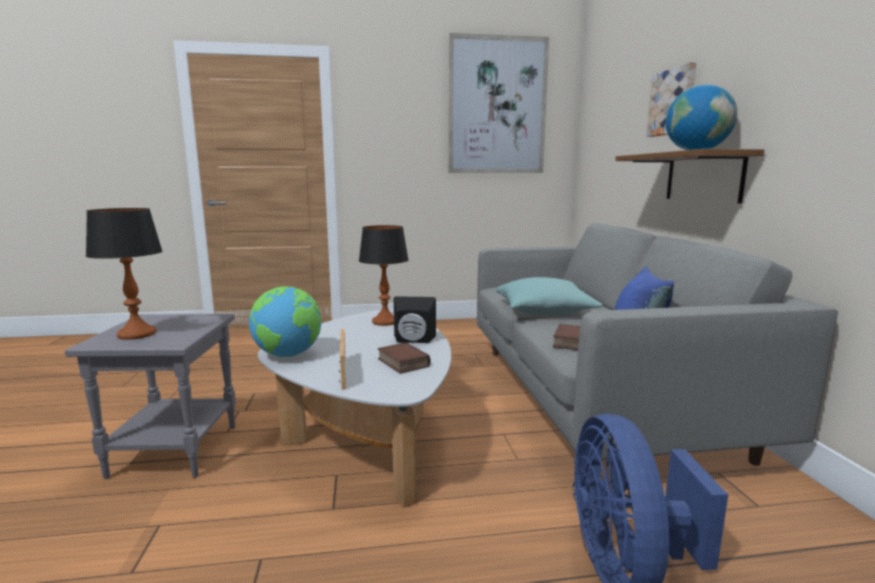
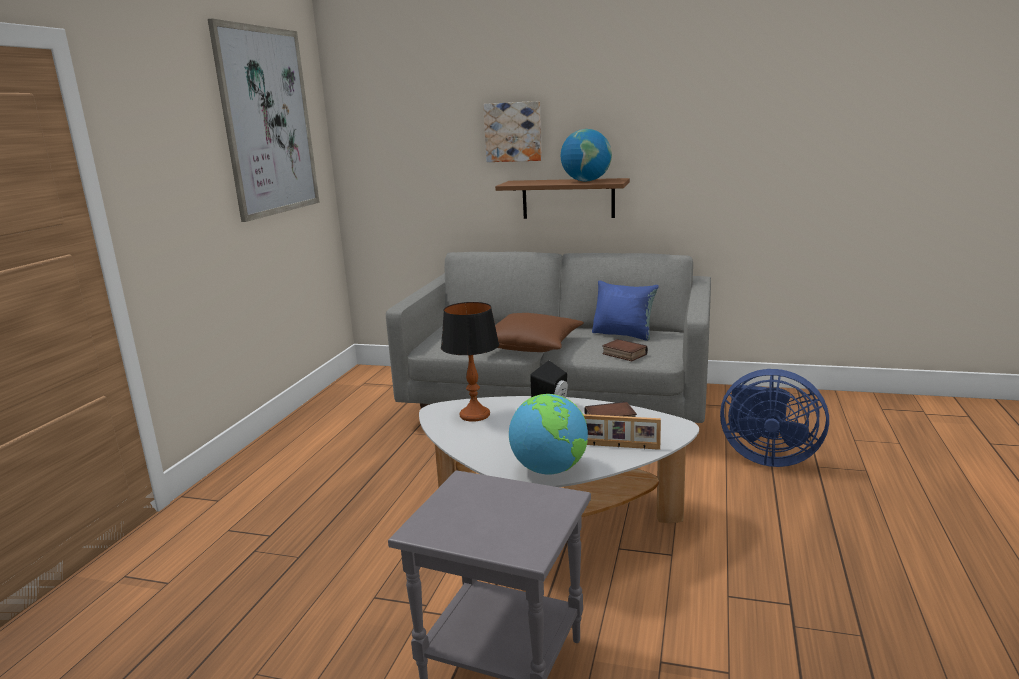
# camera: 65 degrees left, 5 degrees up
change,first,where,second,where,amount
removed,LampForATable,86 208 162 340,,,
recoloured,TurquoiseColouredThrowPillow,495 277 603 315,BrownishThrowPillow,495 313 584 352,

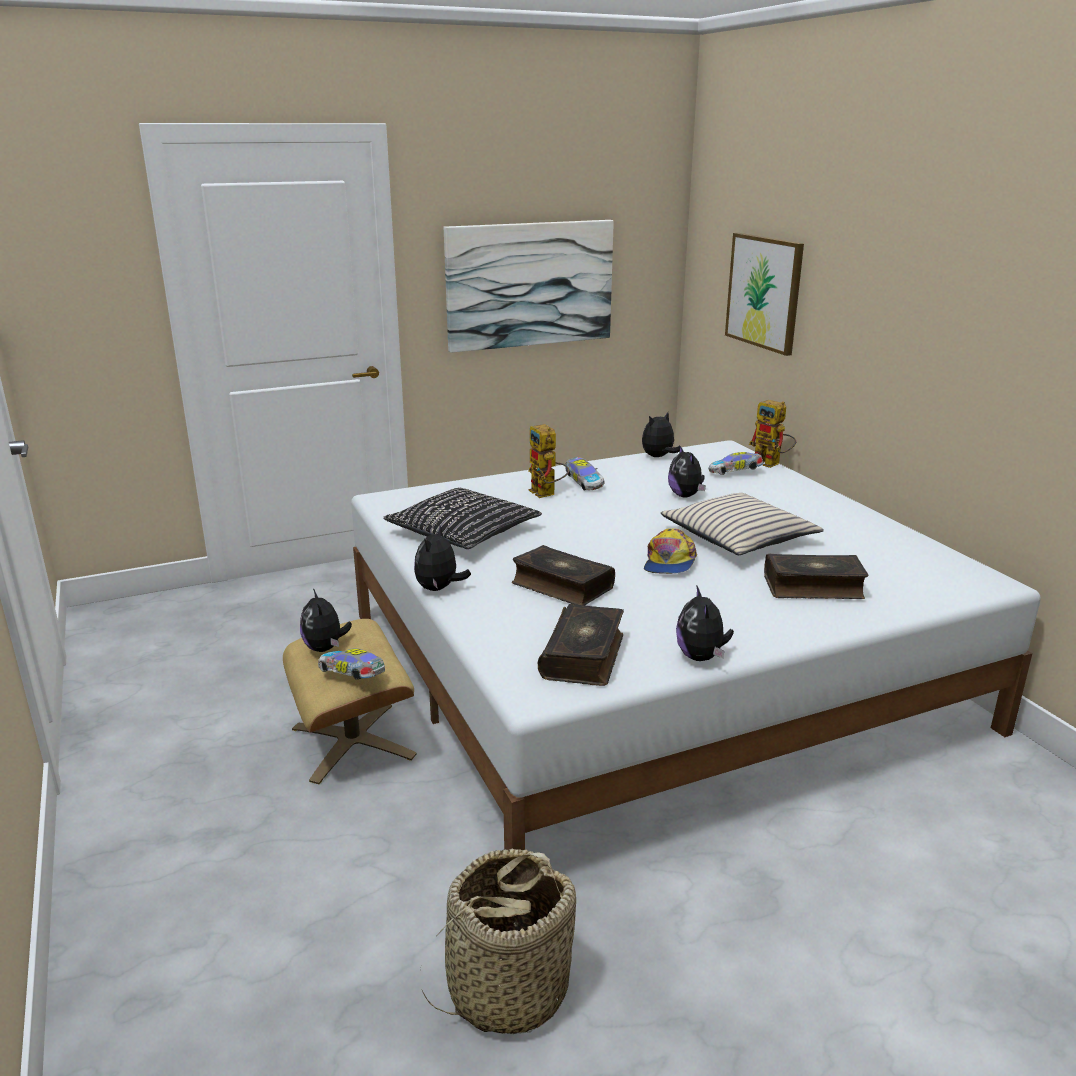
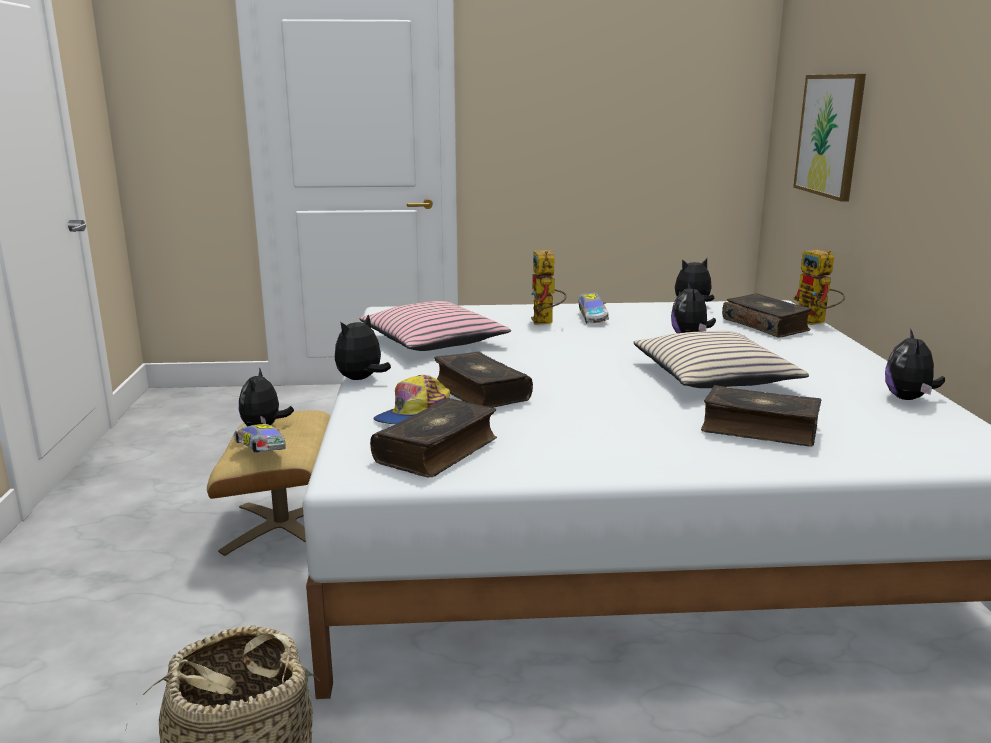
# camera: 20 degrees right, 5 degrees down
change,first,where,second,where,amount
removed,WallArt,444 220 614 353,,,
replaced,ToyCar,709 452 764 475,Volume,722 293 812 338,
recoloured,BlackThrowPillow,383 487 542 549,PinkColouredThrowPillow,359 301 511 351,
moved,Cap,644 529 697 574,,373 375 450 424,
moved,CuddlyToy,676 585 734 661,,885 328 945 400,

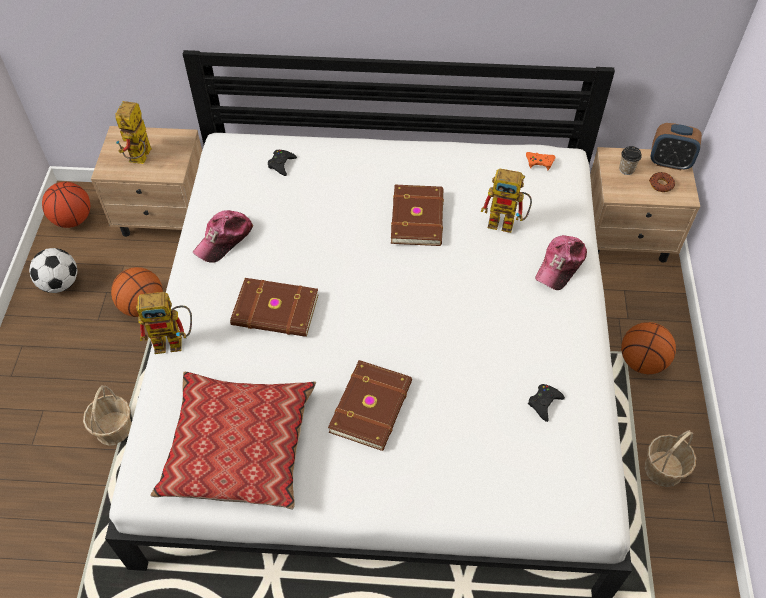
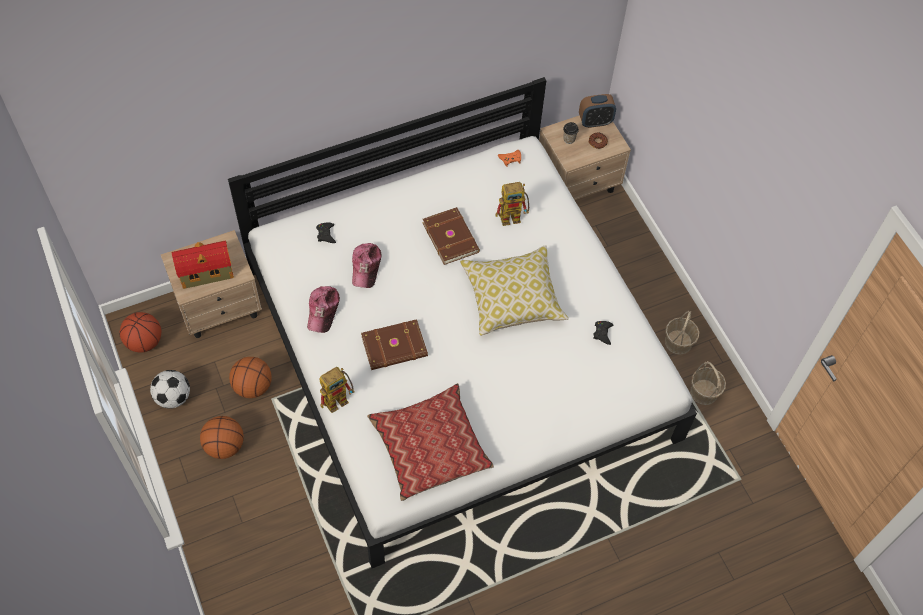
# camera: 30 degrees left, 5 degrees up
change,first,where,second,where,amount
replaced,RobotFigure,115 101 152 164,MiniatureHouse,172 241 234 289,
moved,Cap,535 235 587 290,,352 243 382 288,
moved,BallForBasketball,621 322 676 374,,200 416 244 459,
removed,BrownishVolume,328 360 412 451,,,
moved,Basket,83 385 132 446,,690 361 726 405,
added,,,ThrowPillow,460 245 569 336,

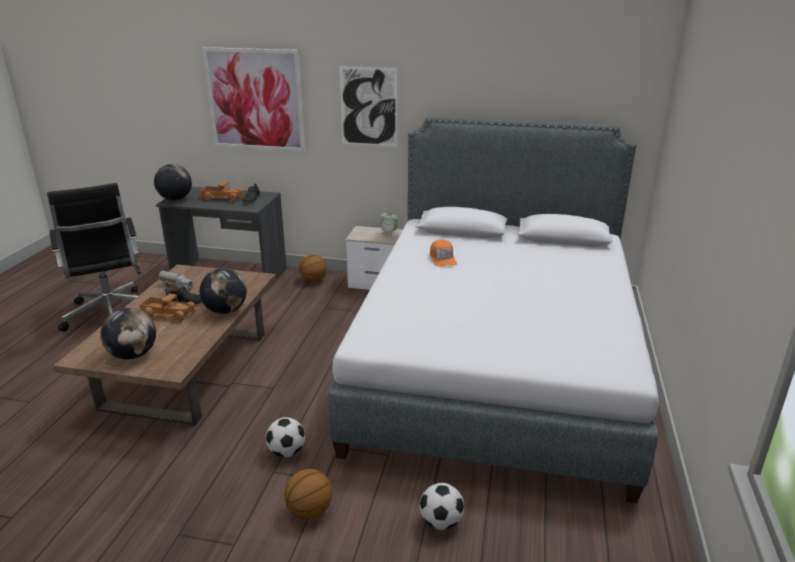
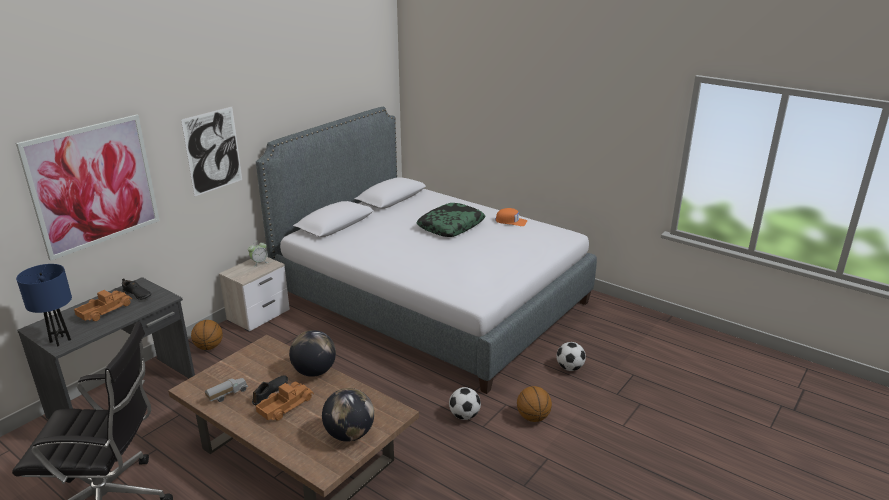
# camera: 65 degrees left, 0 degrees up
change,first,where,second,where,amount
replaced,DeskGlobe,154 164 192 201,BluishLampForATable,16 264 72 347,
moved,OrangeColouredCap,430 240 457 267,,495 208 527 226,
added,,,ThrowPillow,416 203 486 237,

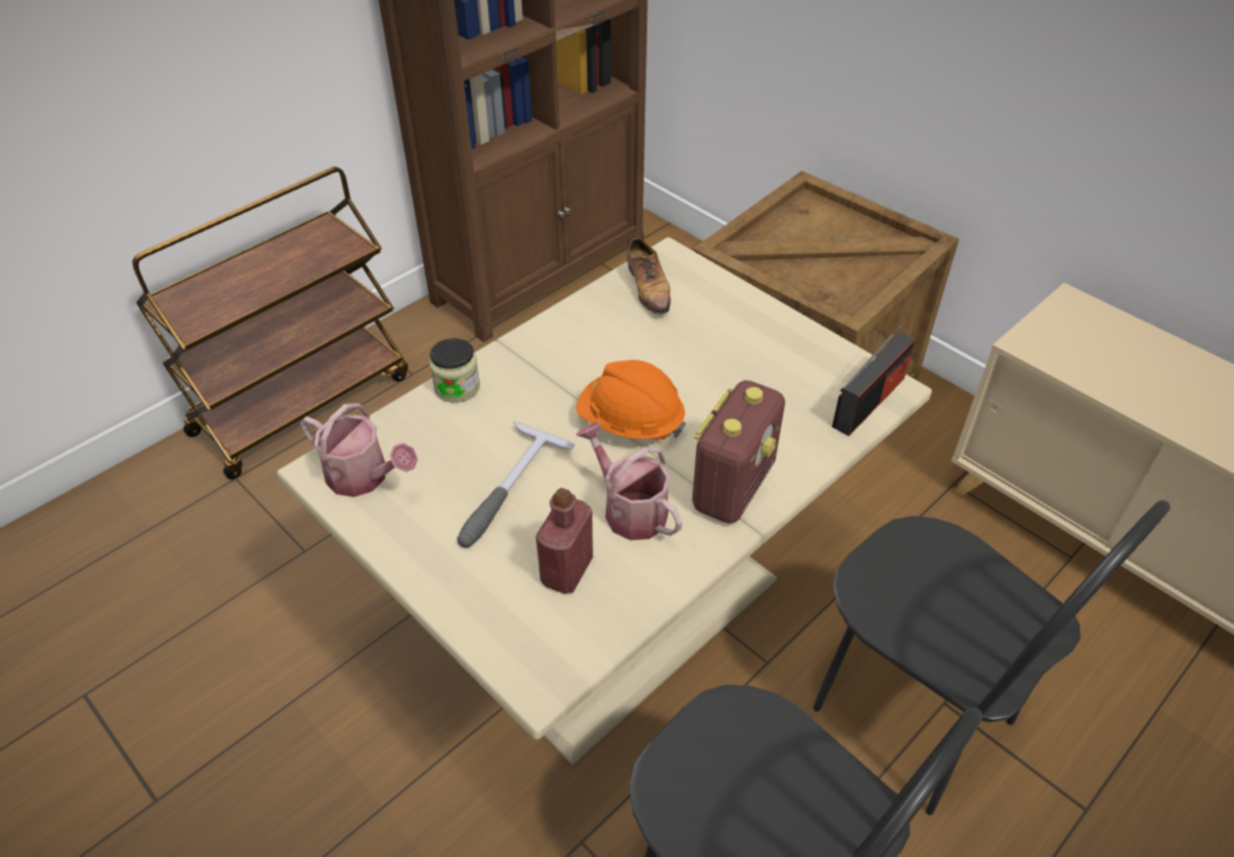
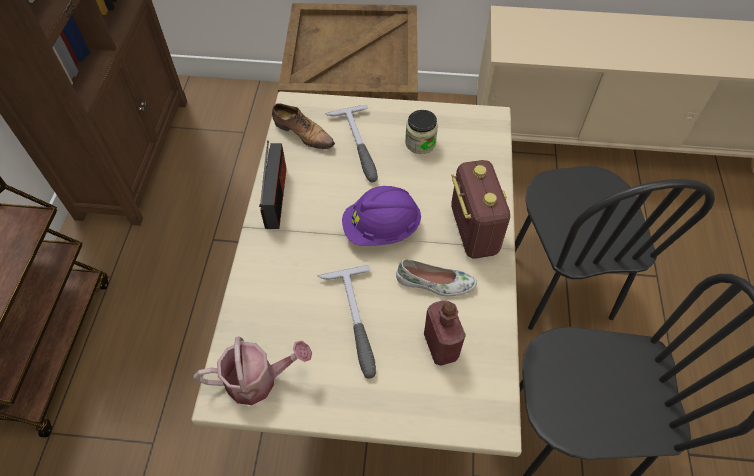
# camera: 40 degrees left, 10 degrees up
change,first,where,second,where,amount
moved,RadioSet,832 326 915 436,,259 140 287 229,
moved,StorageJar,429 338 480 402,,405 110 438 154,
recoloured,OrangeColouredWorkHelmet,576 360 686 440,PurpleWorkHelmet,342 186 421 246,
replaced,SprinklingCan,576 422 682 540,WhitishShoe,396 259 477 297,
turned,BlackPlainChair,813 500 1170 815,,515 166 715 330,75 degrees clockwise
added,,,ToolHammer,325 105 378 183,

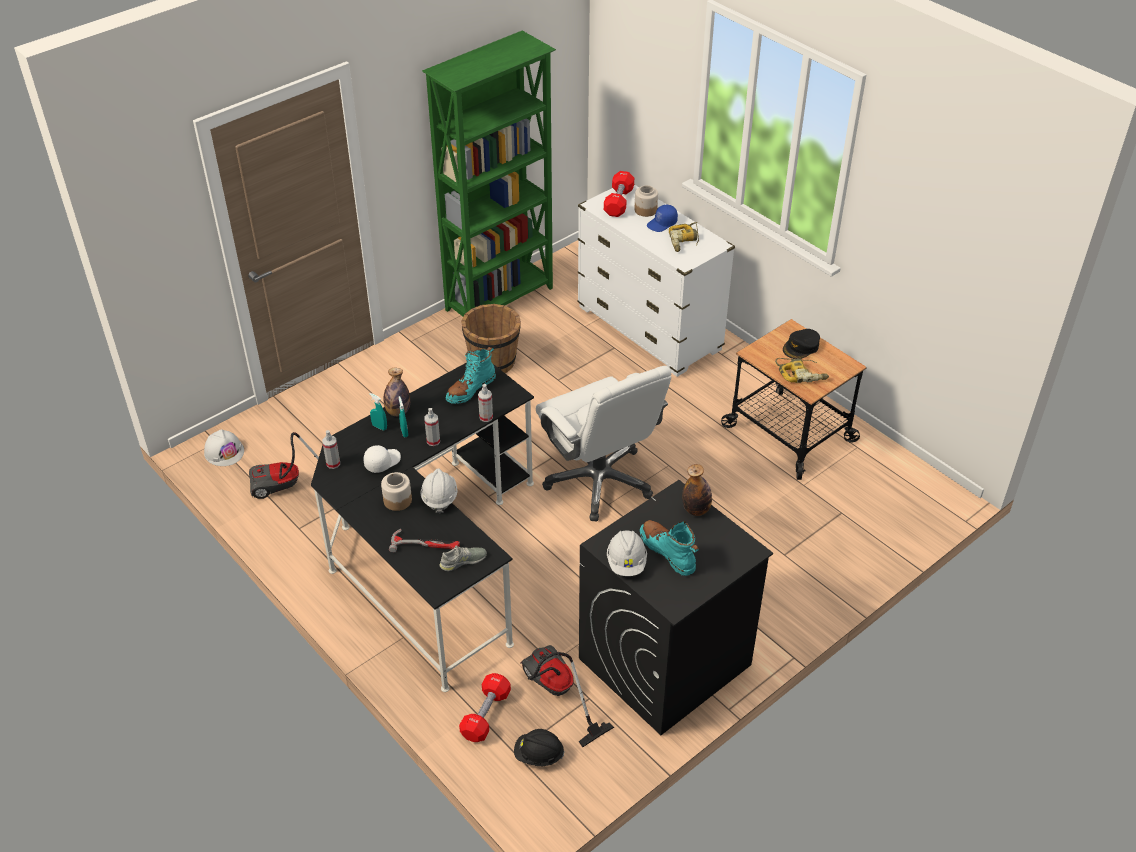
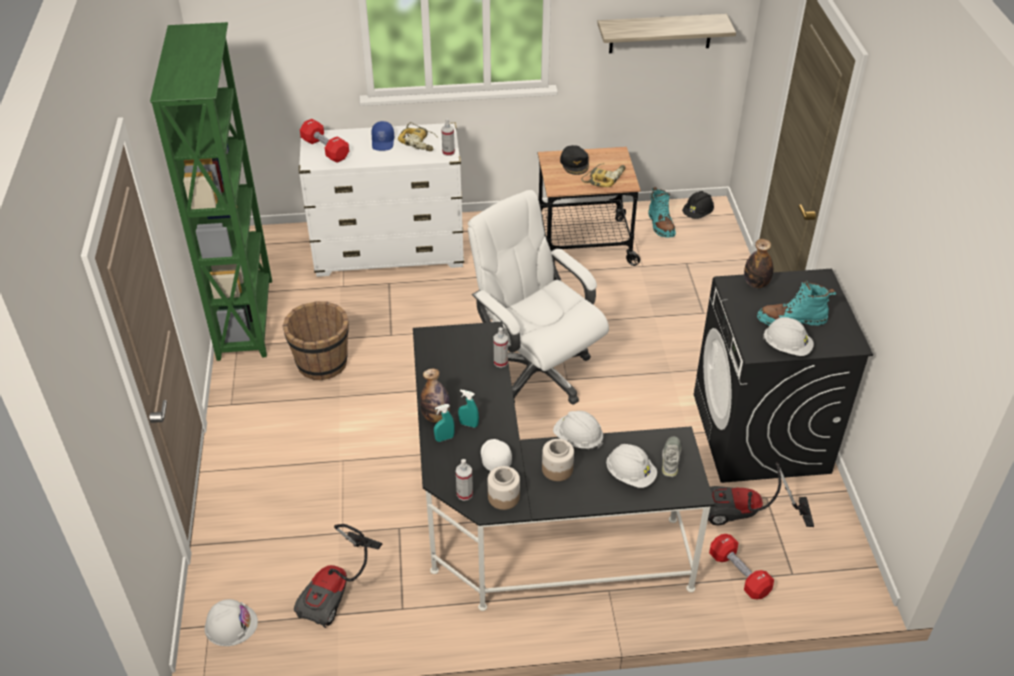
# camera: 55 degrees left, 0 degrees up
change,first,where,second,where,amount
moved,StorageJar,635 185 658 217,,488 466 520 510,
moved,TurquoiseColouredTallBoot,446 347 496 404,,648 187 676 238,
turned,WhitishDeskChair,536 366 671 521,,468 190 609 404,135 degrees counterclockwise
moved,Sprayer,424 408 440 446,,441 118 455 156,
replaced,ToolHammer,389 529 460 553,WhitishWorkHelmet,606 444 657 488,
moved,BlackWorkHelmet,514 729 565 766,,682 191 714 219,
added,,,WallShelf,597 14 736 53,

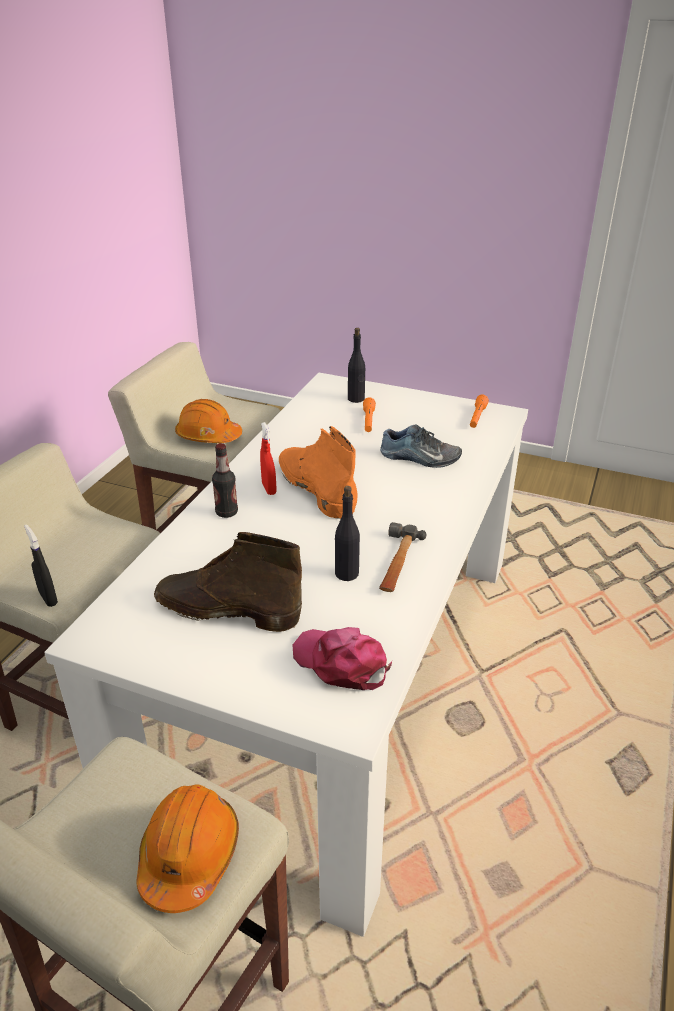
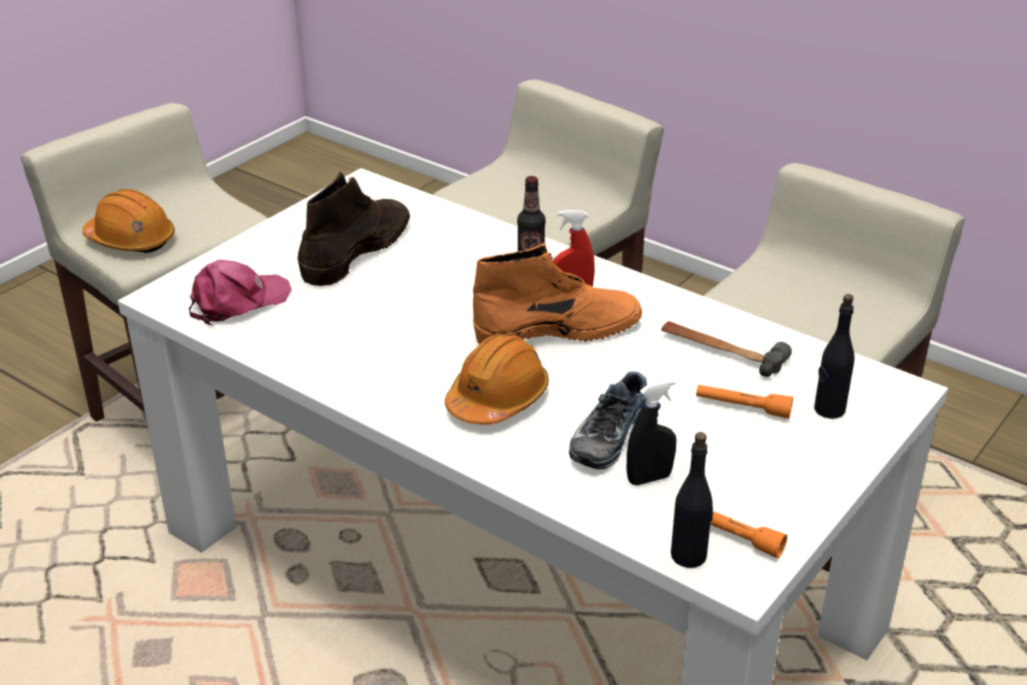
# camera: 105 degrees right, 0 degrees up
change,first,where,second,where,amount
moved,OrangeColouredWorkHelmet,175 399 242 443,,445 334 549 425,
moved,BlackBeverageBottle,335 486 360 581,,671 432 713 568,
moved,ToolHammer,379 522 426 592,,661 321 792 377,
moved,BlackSprayer,24 524 58 607,,627 379 676 485,

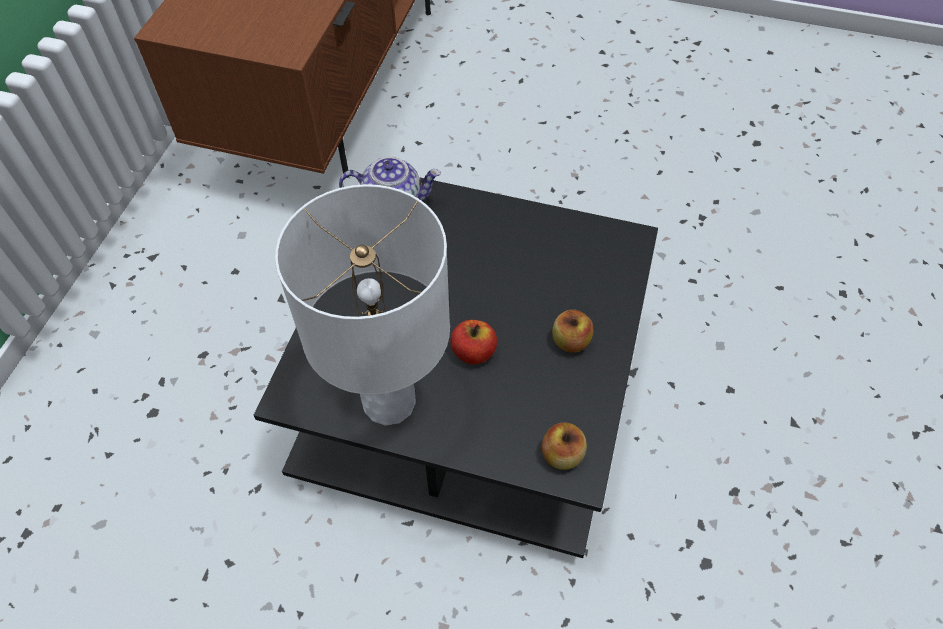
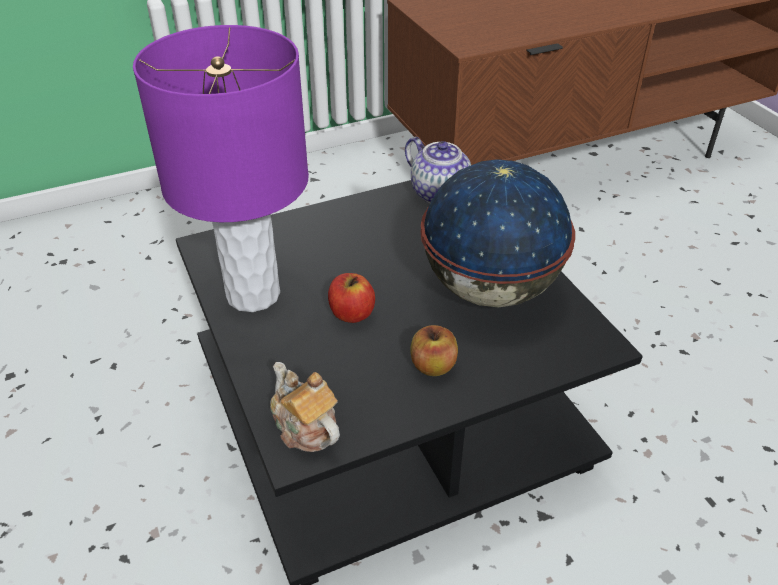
# camera: 50 degrees right, 15 degrees down
change,first,where,second,where,amount
recoloured,WhitishLampForATable,275 184 450 426,PurpleLampForATable,133 25 309 312,
replaced,WholeApple,542 423 587 470,Teapot,270 362 340 452,
added,,,DeskGlobe,420 159 575 307,

